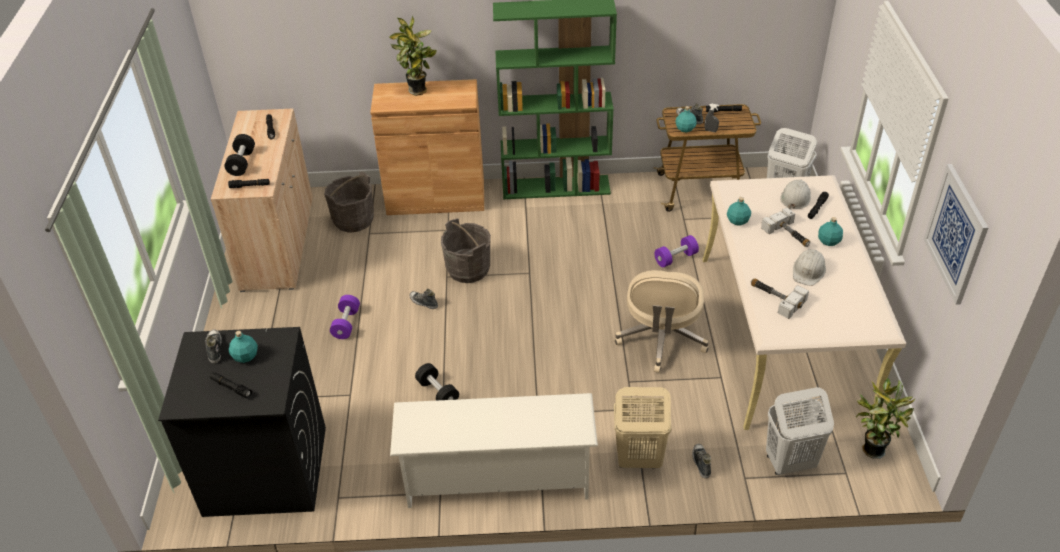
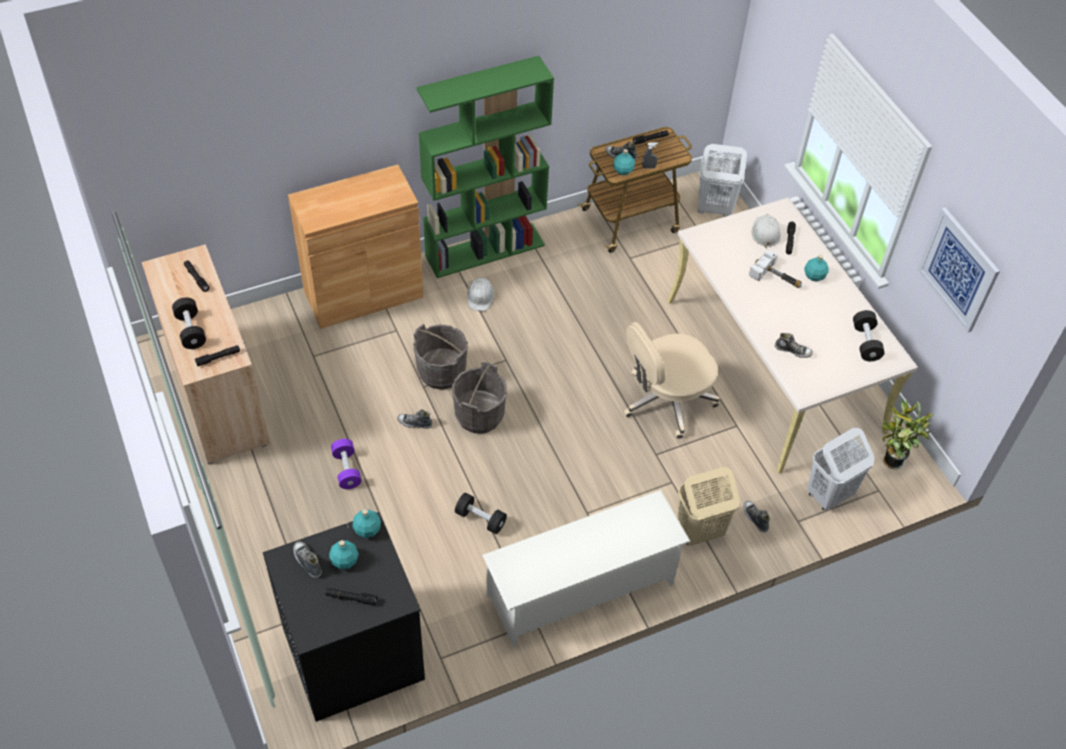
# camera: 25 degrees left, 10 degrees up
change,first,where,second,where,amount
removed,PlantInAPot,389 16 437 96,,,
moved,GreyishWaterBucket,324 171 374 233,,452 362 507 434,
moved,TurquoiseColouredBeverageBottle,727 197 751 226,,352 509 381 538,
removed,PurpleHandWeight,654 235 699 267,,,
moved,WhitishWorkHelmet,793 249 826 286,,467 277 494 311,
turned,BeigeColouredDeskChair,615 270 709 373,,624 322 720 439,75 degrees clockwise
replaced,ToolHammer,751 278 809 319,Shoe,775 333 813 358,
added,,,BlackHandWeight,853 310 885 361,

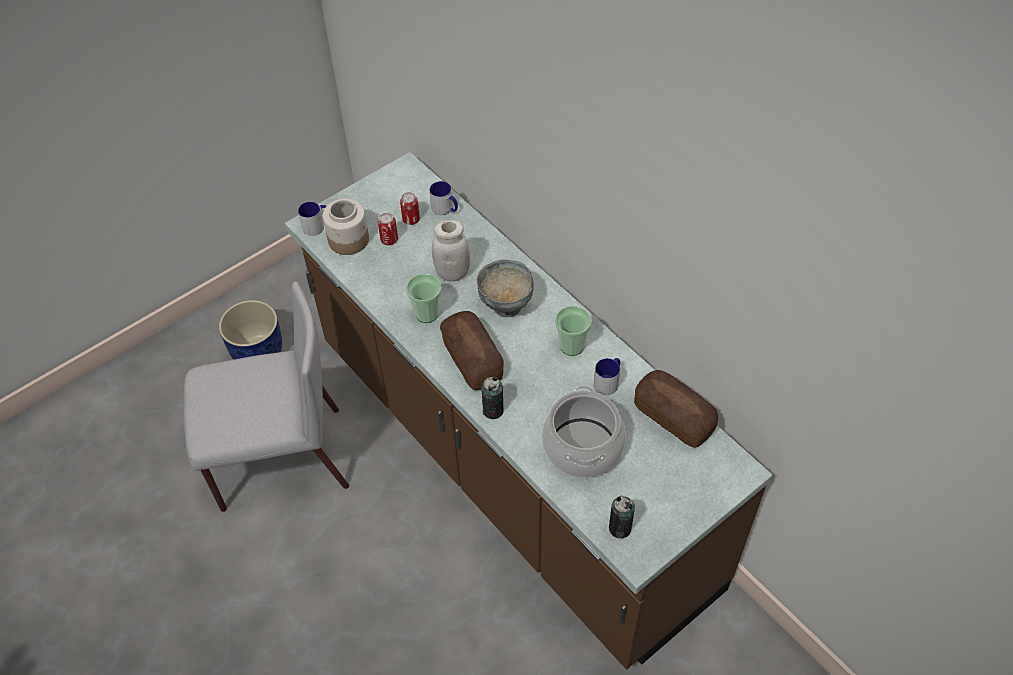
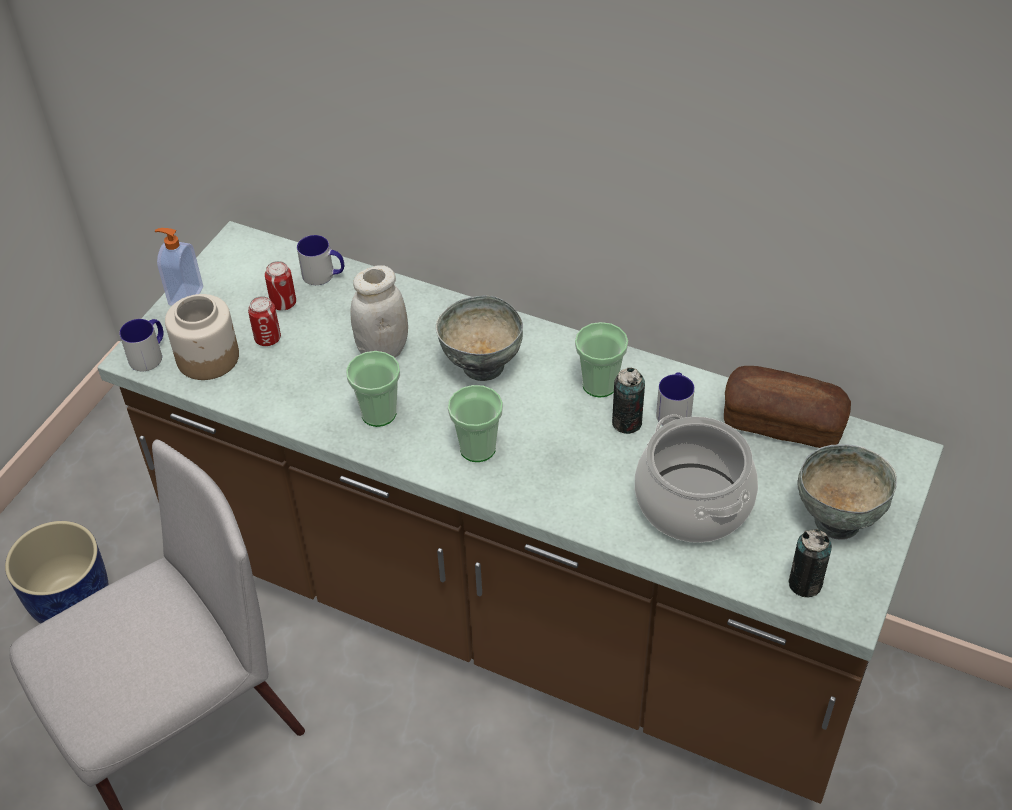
# camera: 25 degrees left, 5 degrees down
change,first,where,second,where,amount
replaced,Bread,440 311 504 390,DrinkingCup,448 385 503 462,
moved,Can,481 377 504 419,,612 367 645 434,
added,,,SoapBottle,155 228 203 306,
added,,,GreyishBowl,797 444 897 540,

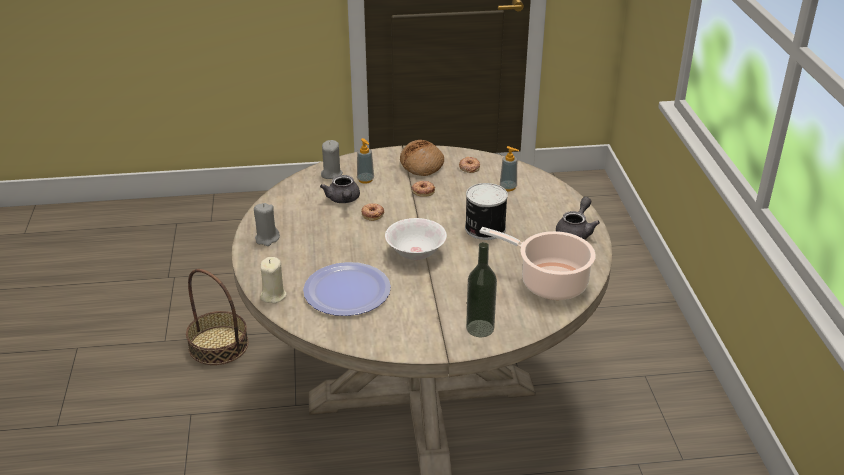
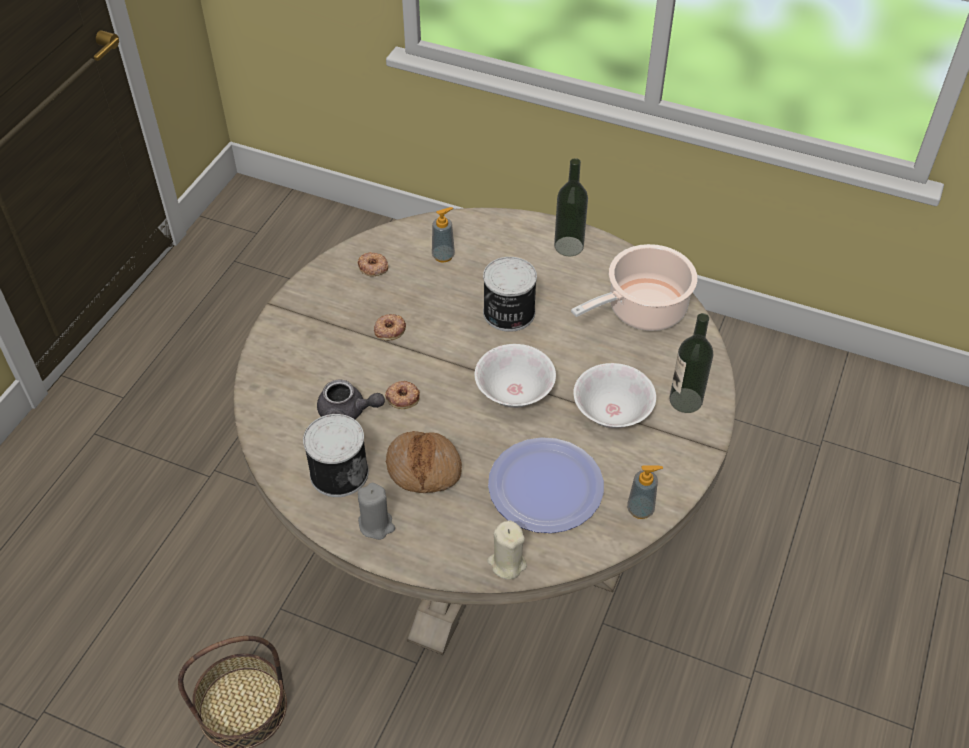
# camera: 60 degrees left, 15 degrees up
change,first,where,second,where,amount
moved,SoapBottle,357 138 374 184,,627 465 663 519,
removed,GreyishCandle,321 140 343 179,,,
moved,Bread,400 140 444 176,,386 431 462 493,
replaced,GreyishTeapot,556 197 600 240,BeverageBottle,554 158 588 256,
added,,,WhitishBowl,573 363 656 428,
added,,,Can,303 414 369 497,

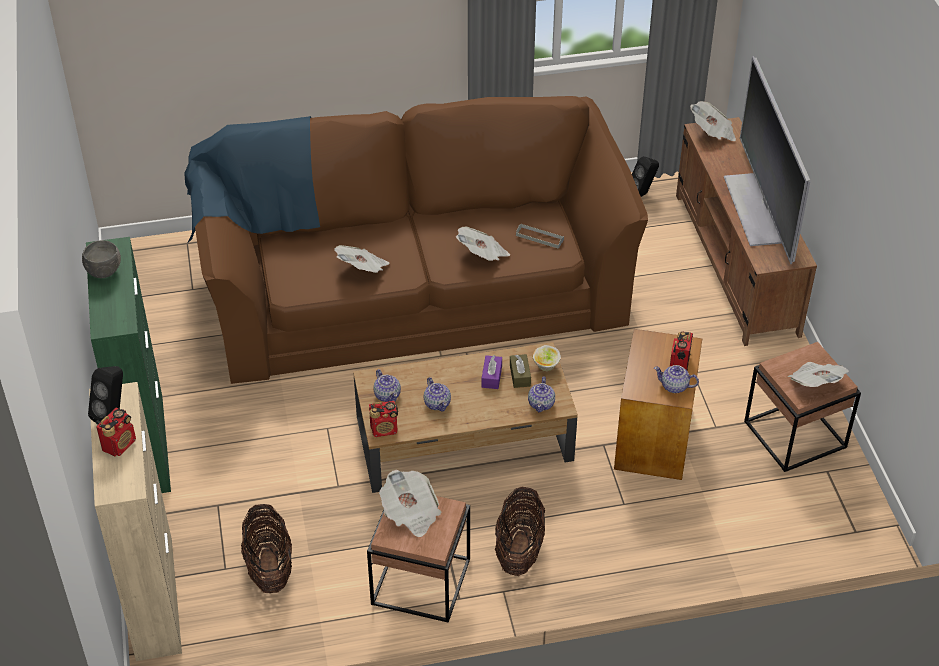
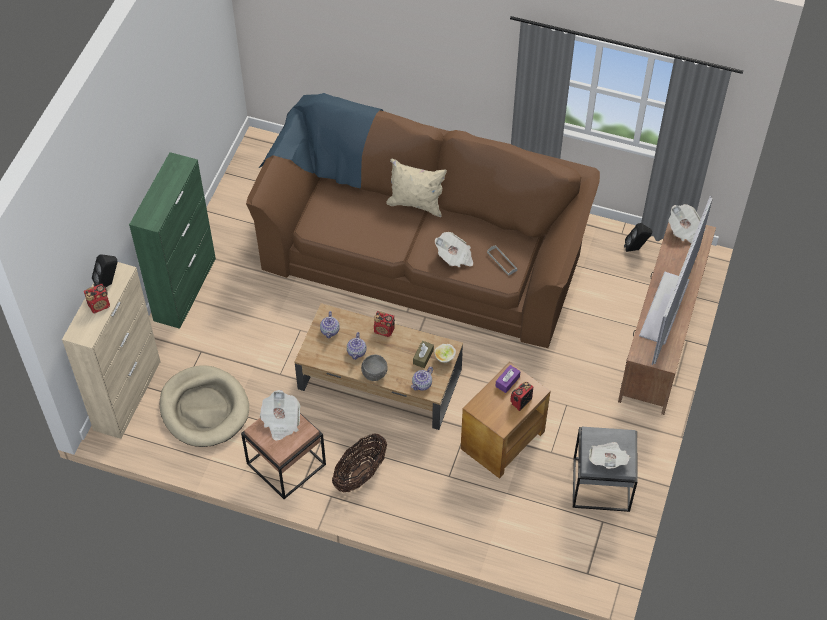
# camera: 30 degrees right, 10 degrees up
change,first,where,second,where,amount
moved,GreyishBowl,82 240 121 278,,361 354 388 381,
removed,Newspaper,334 245 390 273,,,
recoloured,BrownishEndTable,744 342 861 472,GreyishEndTable,573 427 638 512,
moved,PurpleBoxOfTissues,481 355 502 389,,495 365 521 393,
removed,Teapot,654 365 699 393,,,
moved,RadioSet,369 401 398 437,,374 311 395 337,
replaced,Basket,241 504 292 593,BeigeColouredDogBed,159 365 249 447,
added,,,BeigeColouredThrowPillow,386 159 447 217,

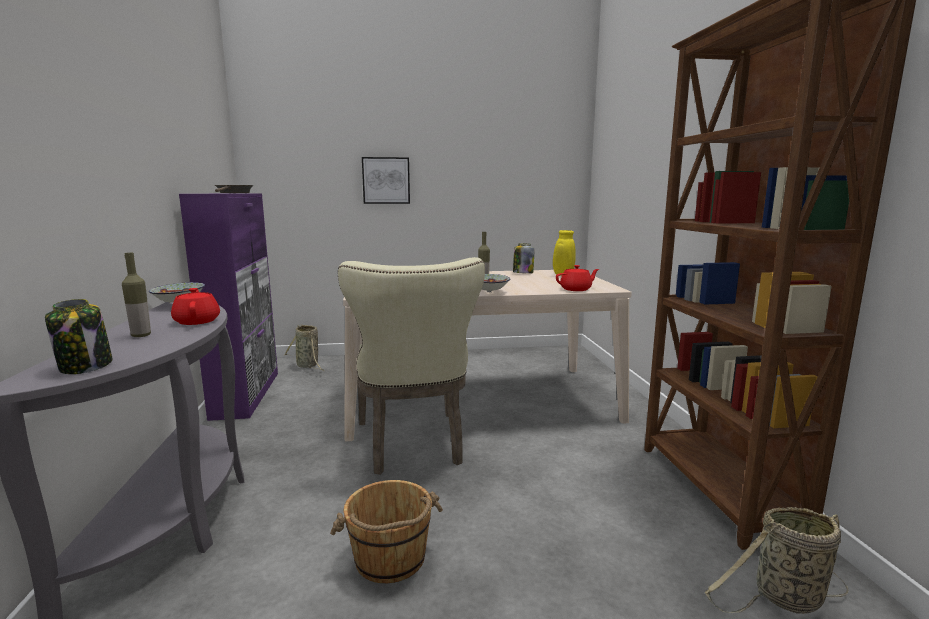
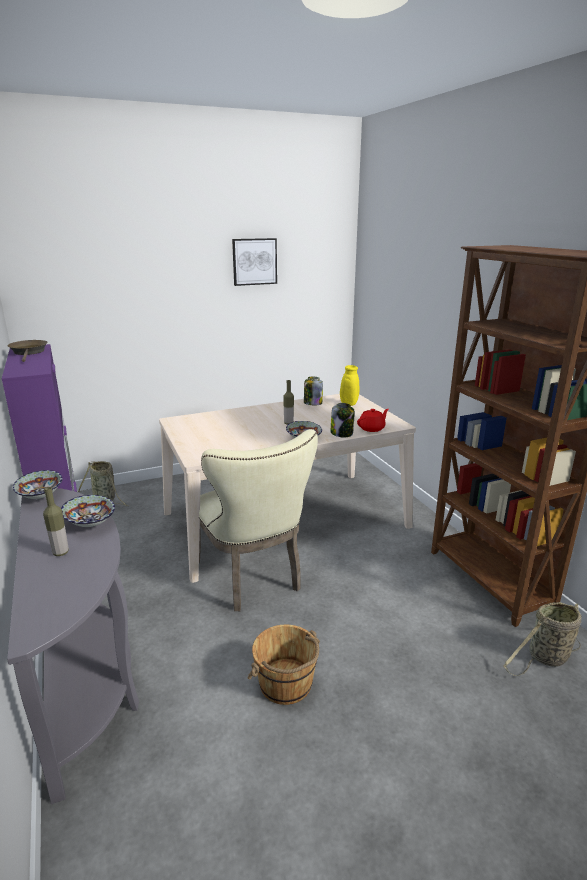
# camera: 15 degrees left, 10 degrees up
change,first,where,second,where,amount
moved,WallArt,362 157 410 204,,232 238 277 286,
replaced,RedTeapot,171 288 220 325,Bowl,61 495 115 527,
moved,StorageJar,45 299 113 374,,331 403 355 438,

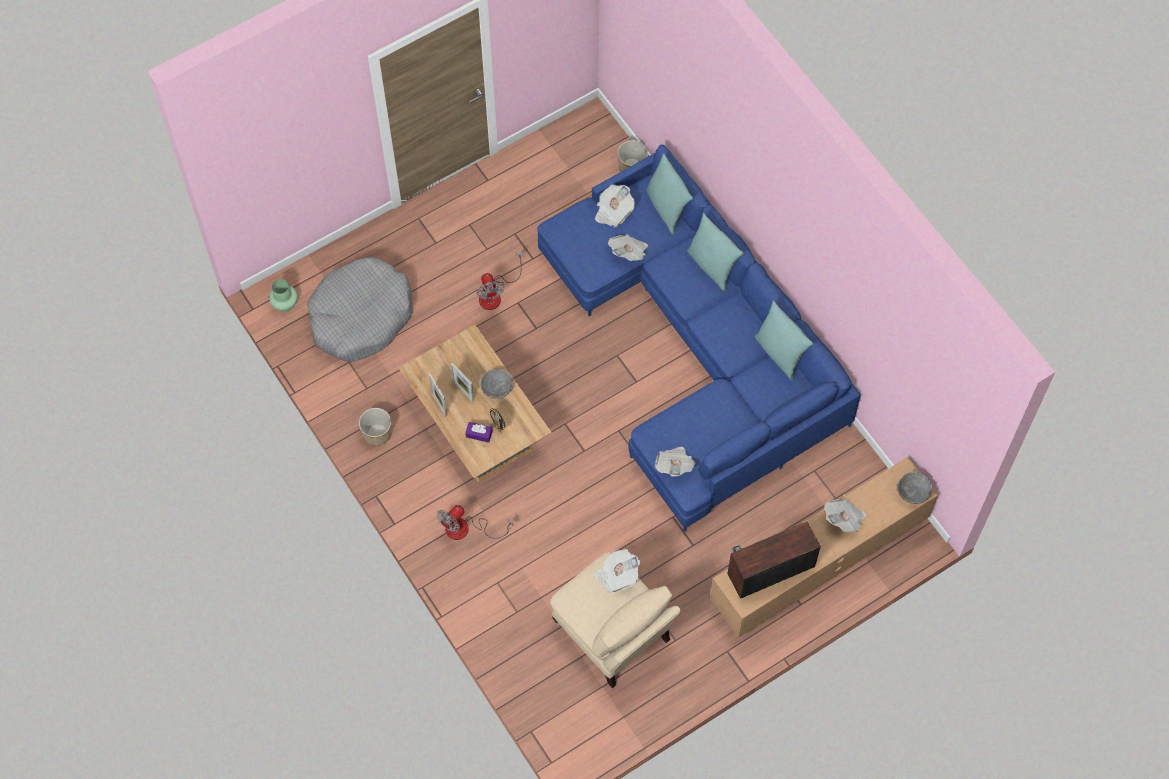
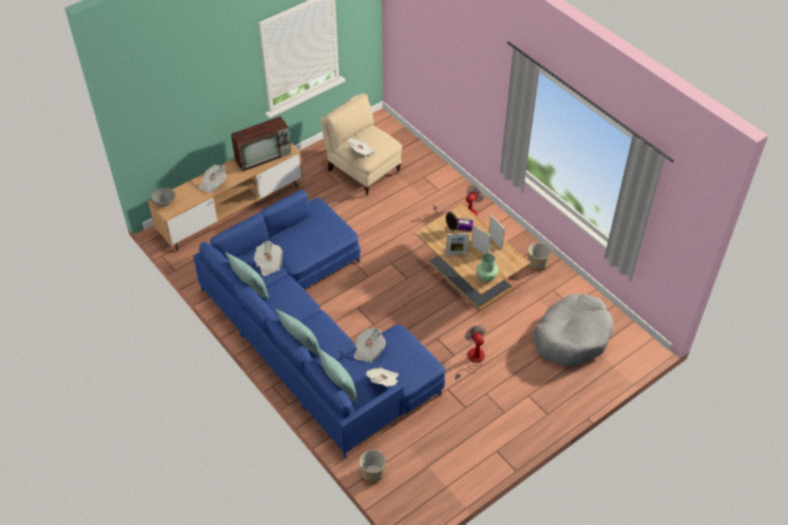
# camera: 175 degrees right, 15 degrees down
change,first,where,second,where,amount
moved,GreenishDecorativeVase,269 279 298 312,,477 253 498 282,
replaced,GreyishBowl,480 369 514 399,PictureFrame,446 233 469 256,
moved,Newspaper,655 447 696 477,,254 241 283 276,

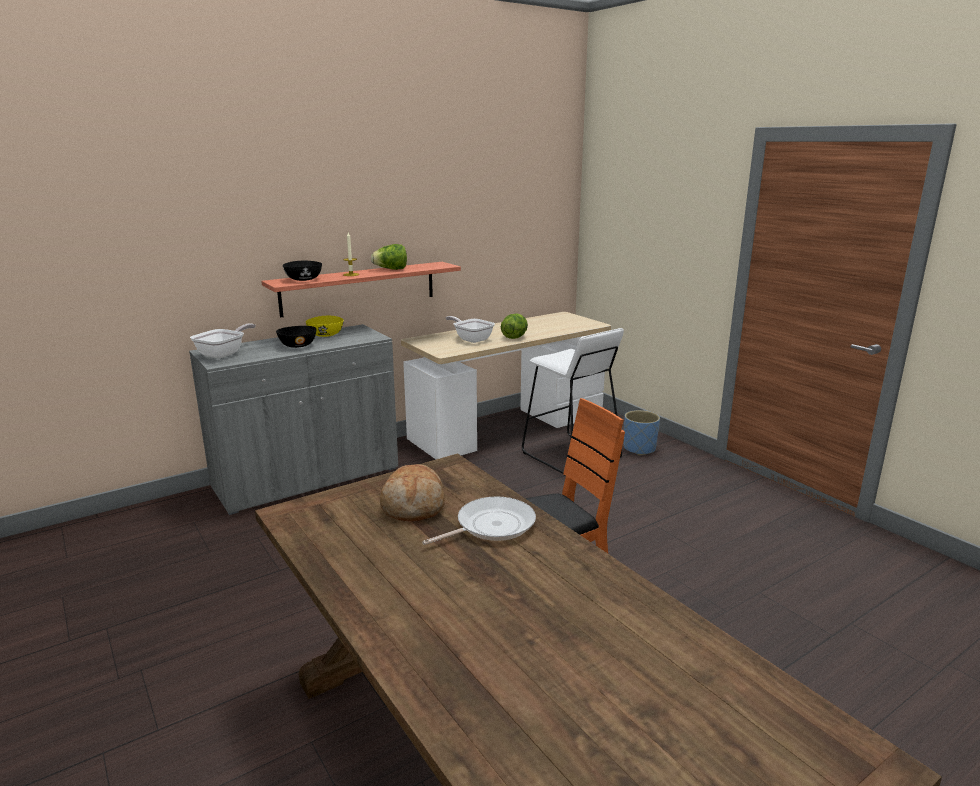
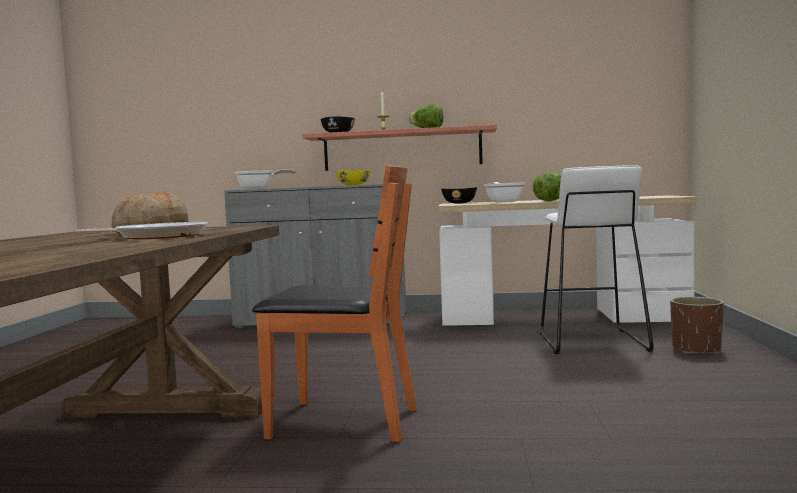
# camera: 40 degrees right, 15 degrees down
change,first,where,second,where,amount
moved,BlackBowl,276 326 316 348,,441 187 477 204,
recoloured,BluishFlowerPot,624 410 660 455,BrownishFlowerPot,670 297 724 354,

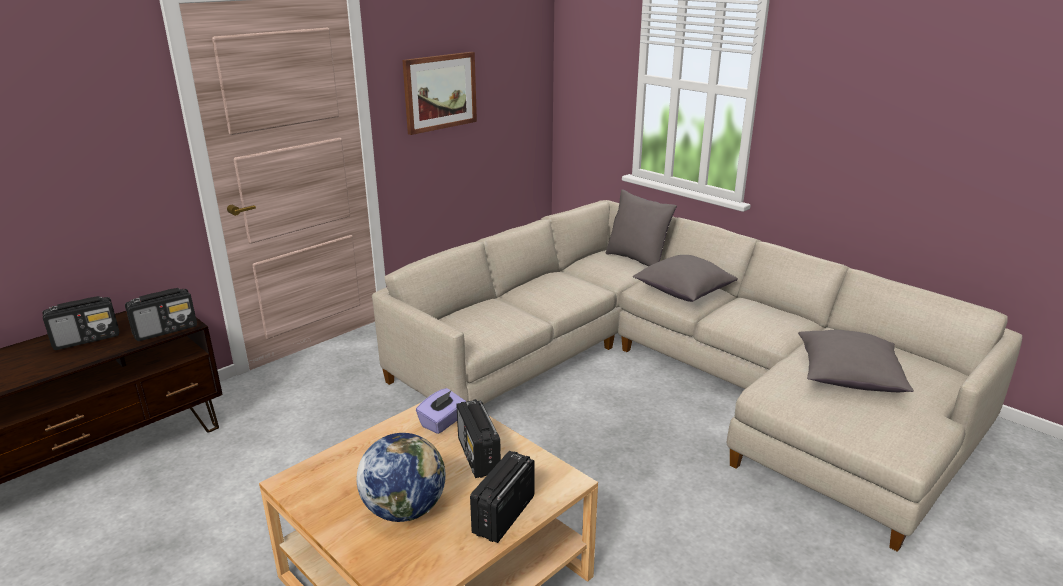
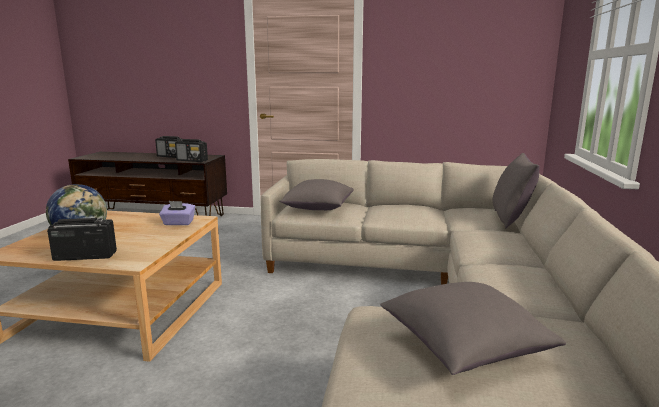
# camera: 55 degrees right, 10 degrees down
change,first,where,second,where,amount
removed,WallArt,402 52 477 135,,,
moved,GreyishThrowPillow,633 255 738 302,,279 179 354 210,
removed,RadioSet,456 399 501 478,,,

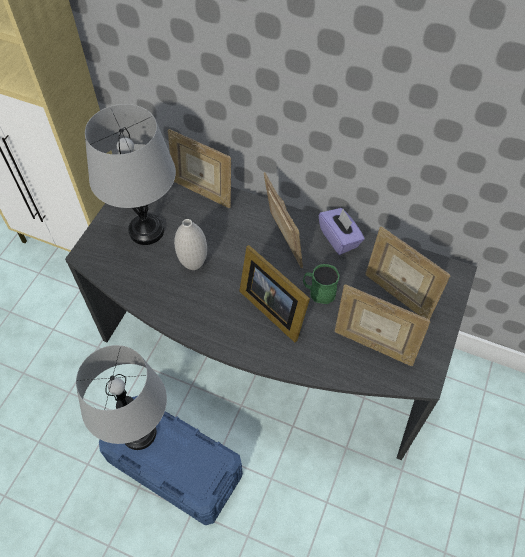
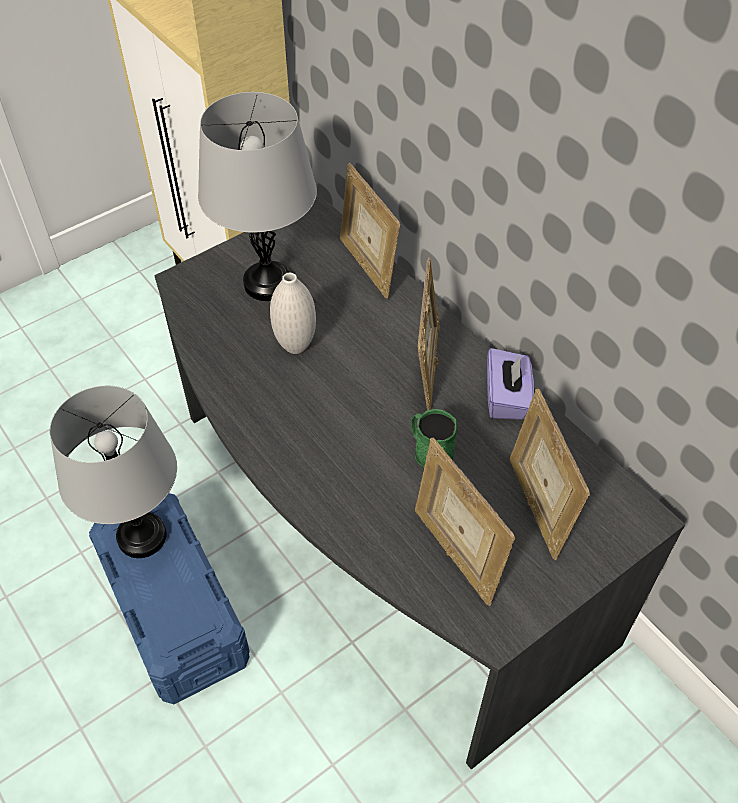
# camera: 30 degrees right, 5 degrees down
change,first,where,second,where,amount
removed,PictureFrame,239 245 310 342,,,

